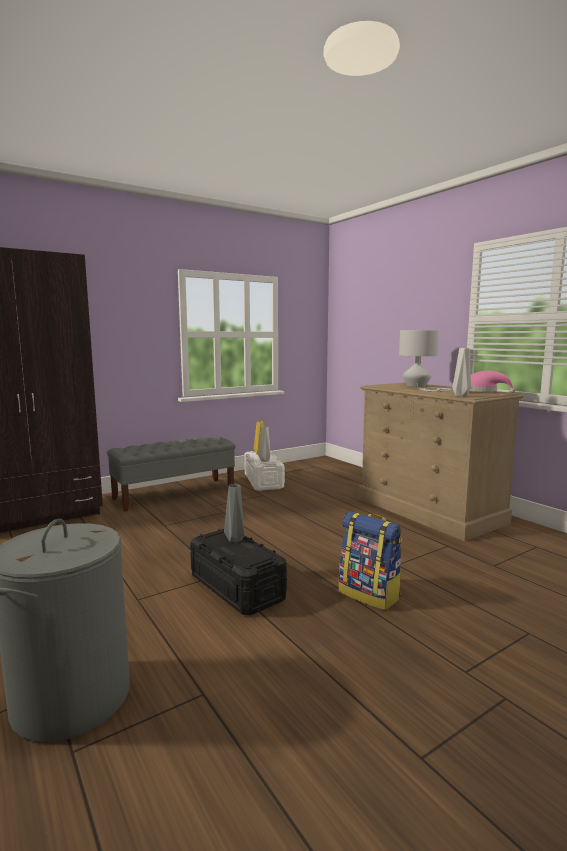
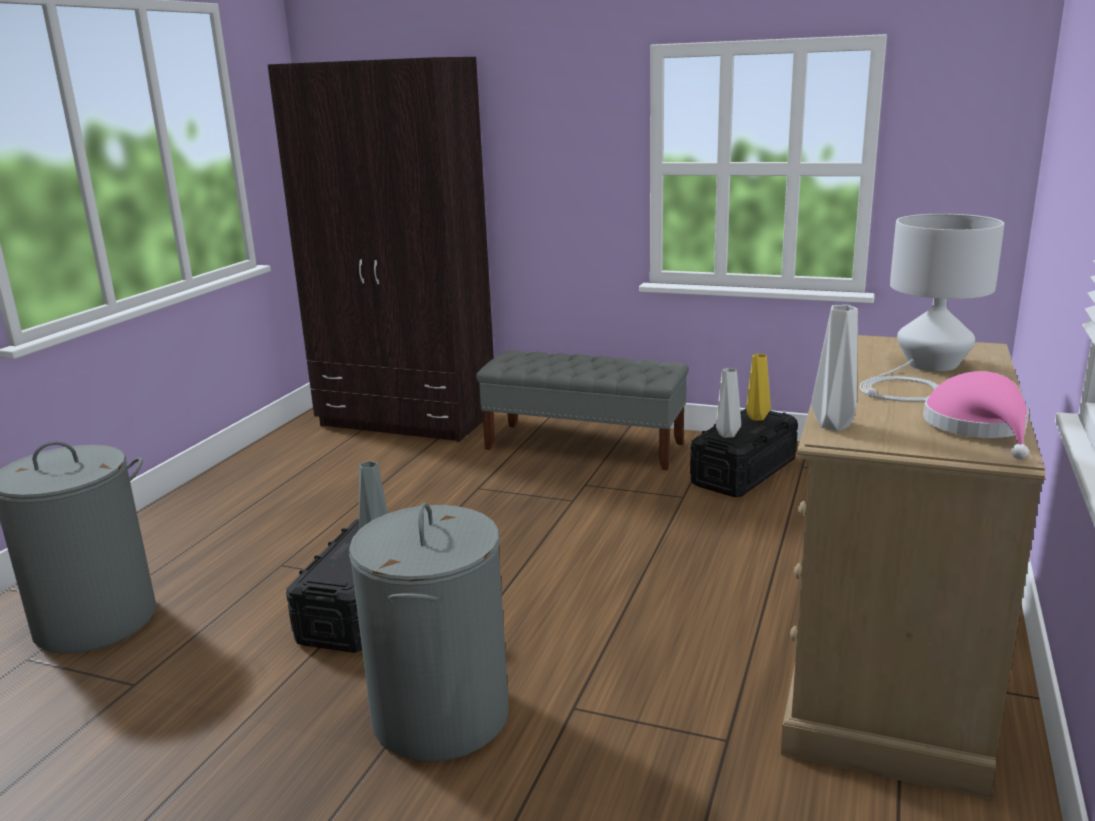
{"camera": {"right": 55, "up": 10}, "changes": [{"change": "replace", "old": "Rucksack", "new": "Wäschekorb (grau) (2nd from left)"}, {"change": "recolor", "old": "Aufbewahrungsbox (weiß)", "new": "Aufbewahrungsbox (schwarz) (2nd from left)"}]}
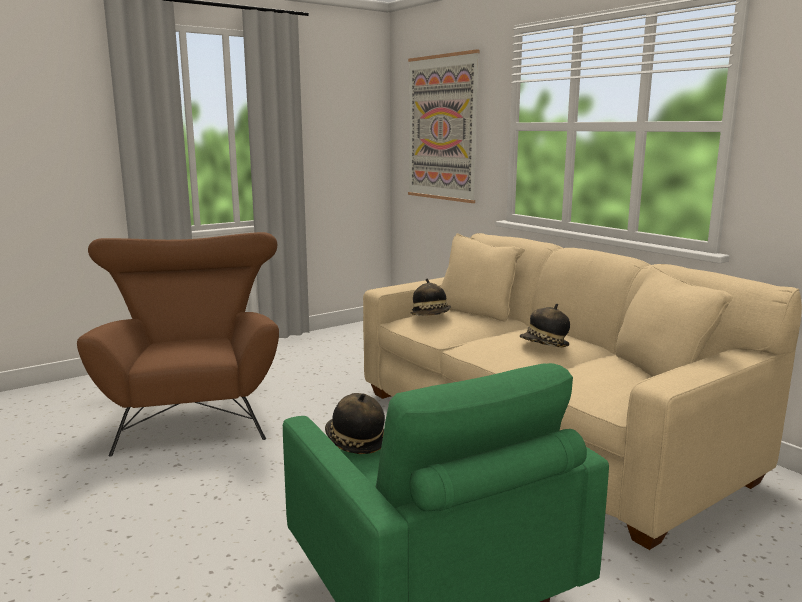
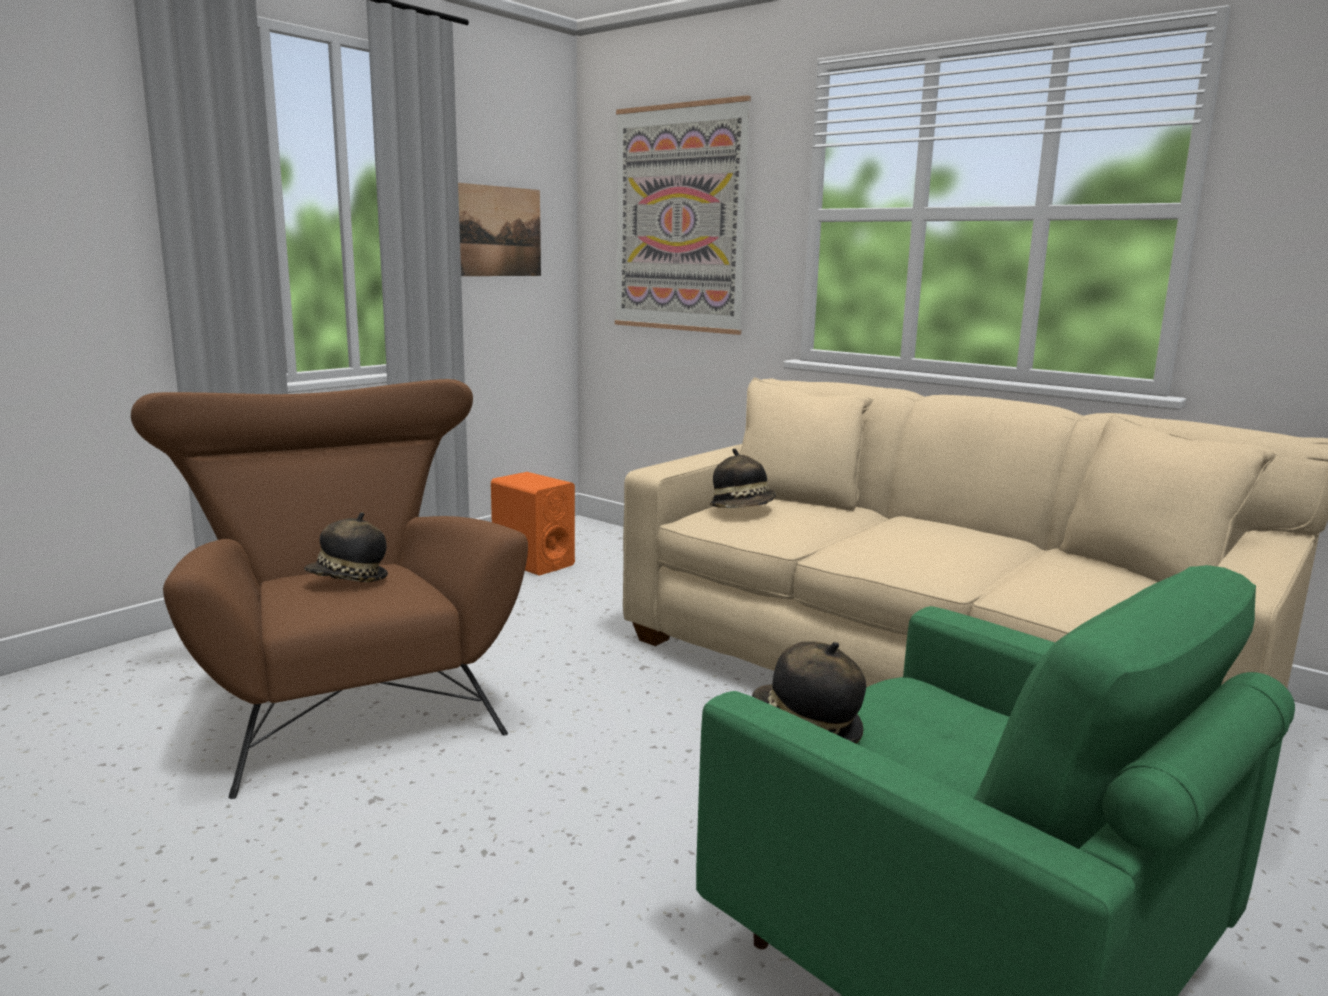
{"camera": {"right": -15, "up": 0}, "changes": [{"change": "insert", "new": "Bild (1st from left)"}, {"change": "insert", "new": "Lautsprecher (orange)"}, {"change": "move", "old": "Hut (3rd from left in the first image)", "new": "Hut (1st from left)"}]}
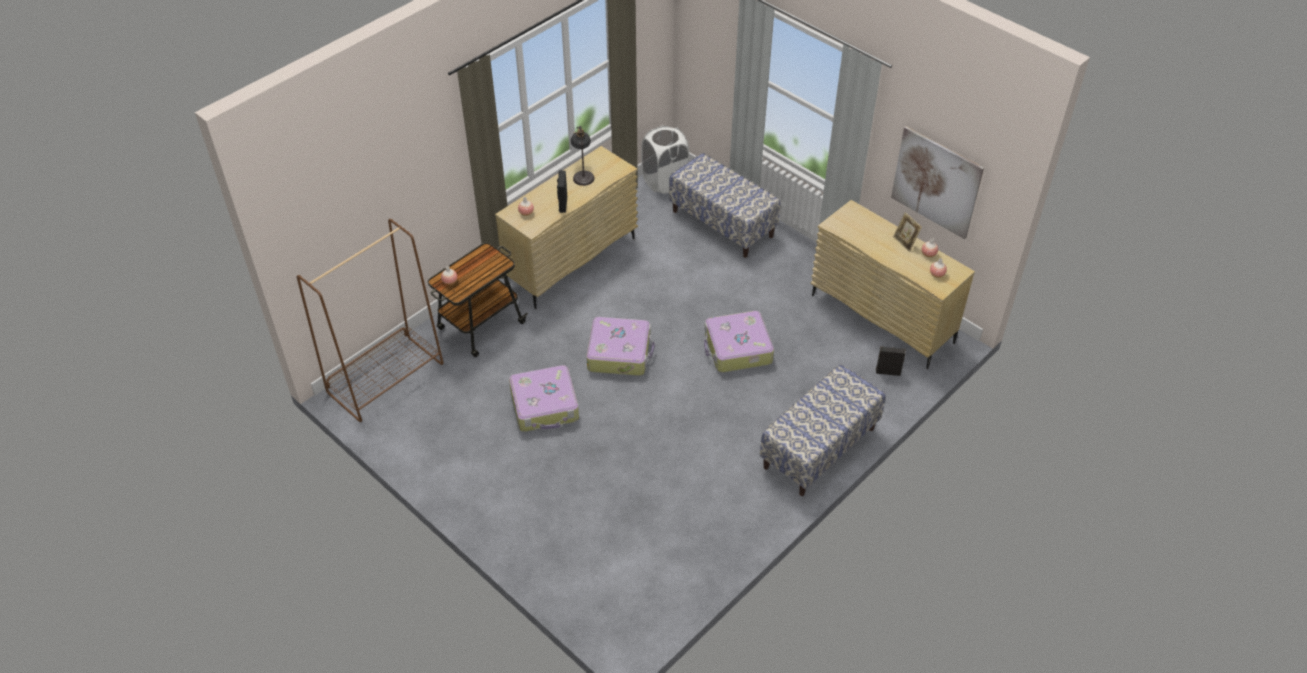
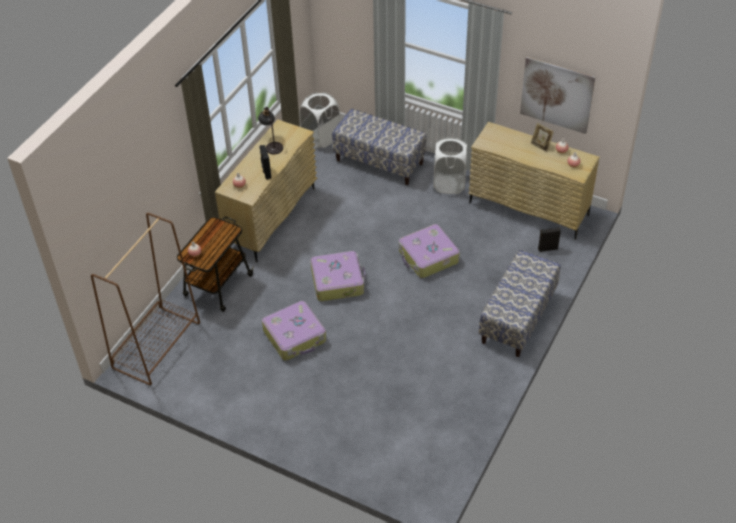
{"camera": {"right": -15, "up": 0}, "changes": [{"change": "insert", "new": "Wäschekorb (weiß) (2nd from left)"}]}
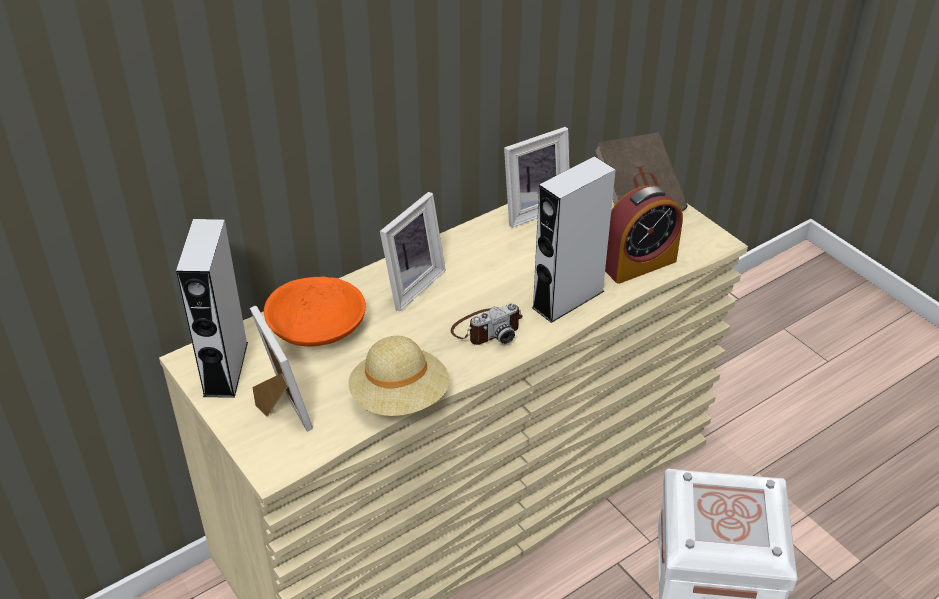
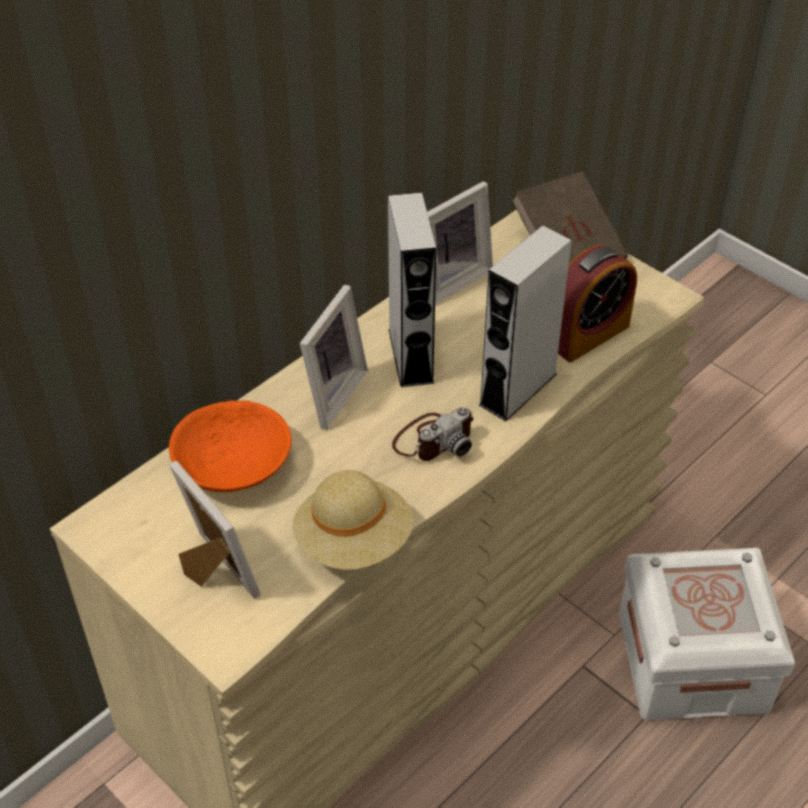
{"camera": {"right": -10, "up": 5}, "changes": [{"change": "move", "old": "Lautsprecher (grau) (1st from left)"}]}
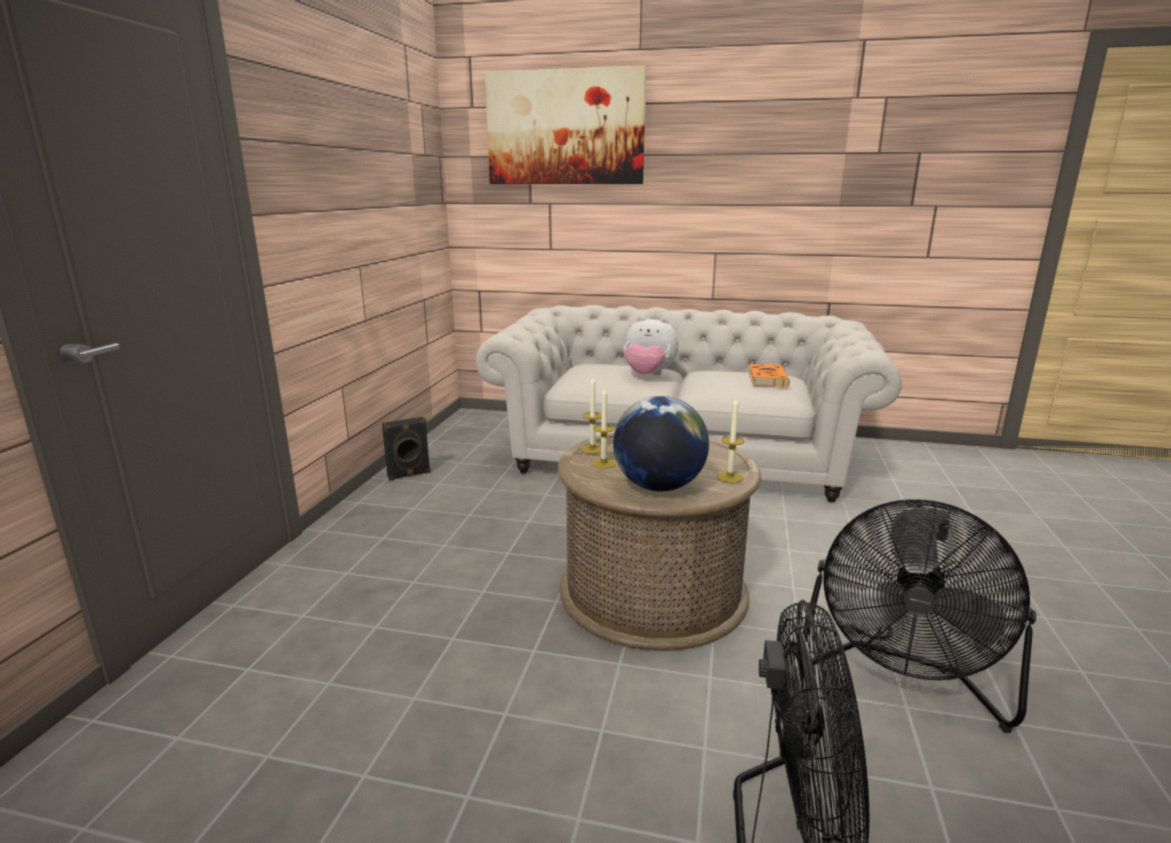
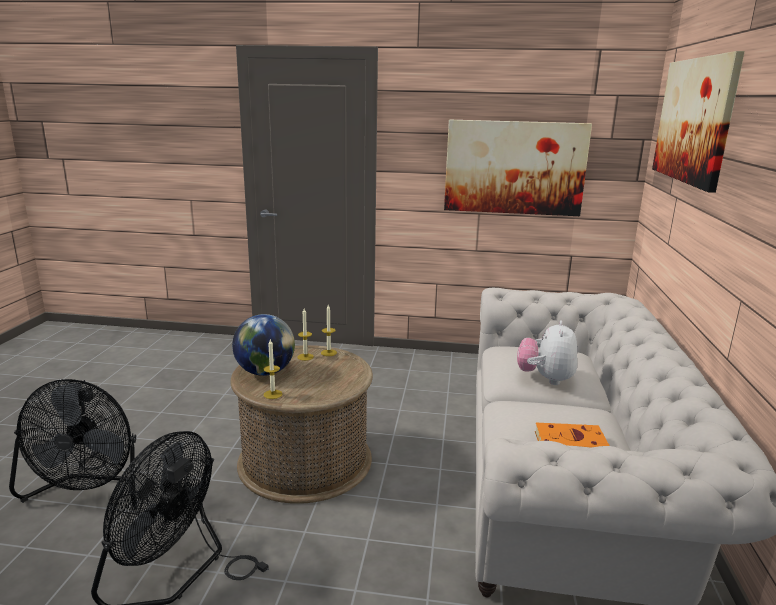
{"camera": {"right": 85, "up": 0}, "changes": [{"change": "delete", "old": "Lautsprecher (schwarz)"}, {"change": "insert", "new": "Bild (1st from left)"}]}
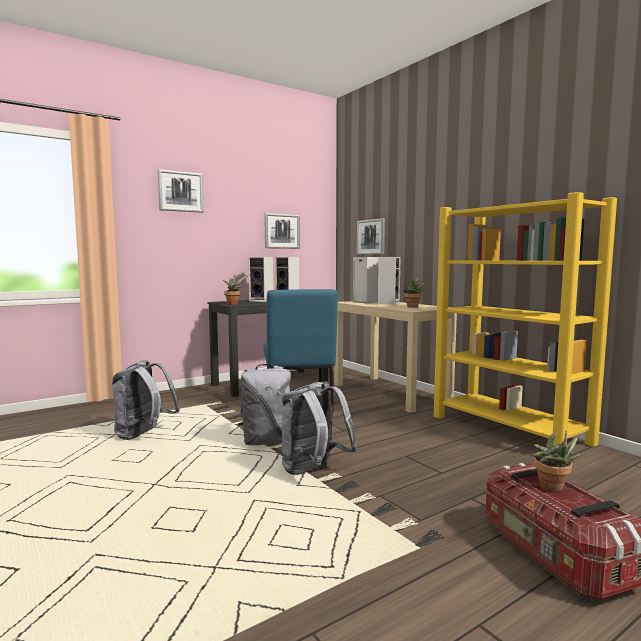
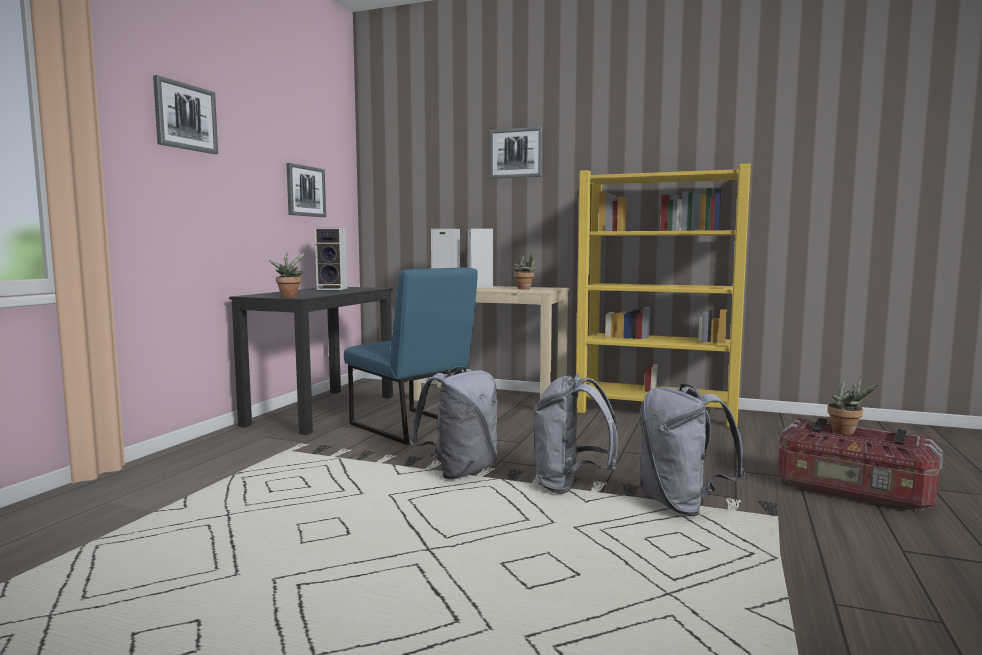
{"camera": {"right": -35, "up": 0}, "changes": [{"change": "delete", "old": "Lautsprecher (1st from left)"}, {"change": "move", "old": "Rucksack (grau) (1st from left in the first image)", "new": "Rucksack (grau) (3rd from left)"}, {"change": "move", "old": "Bild (3rd from left)"}]}
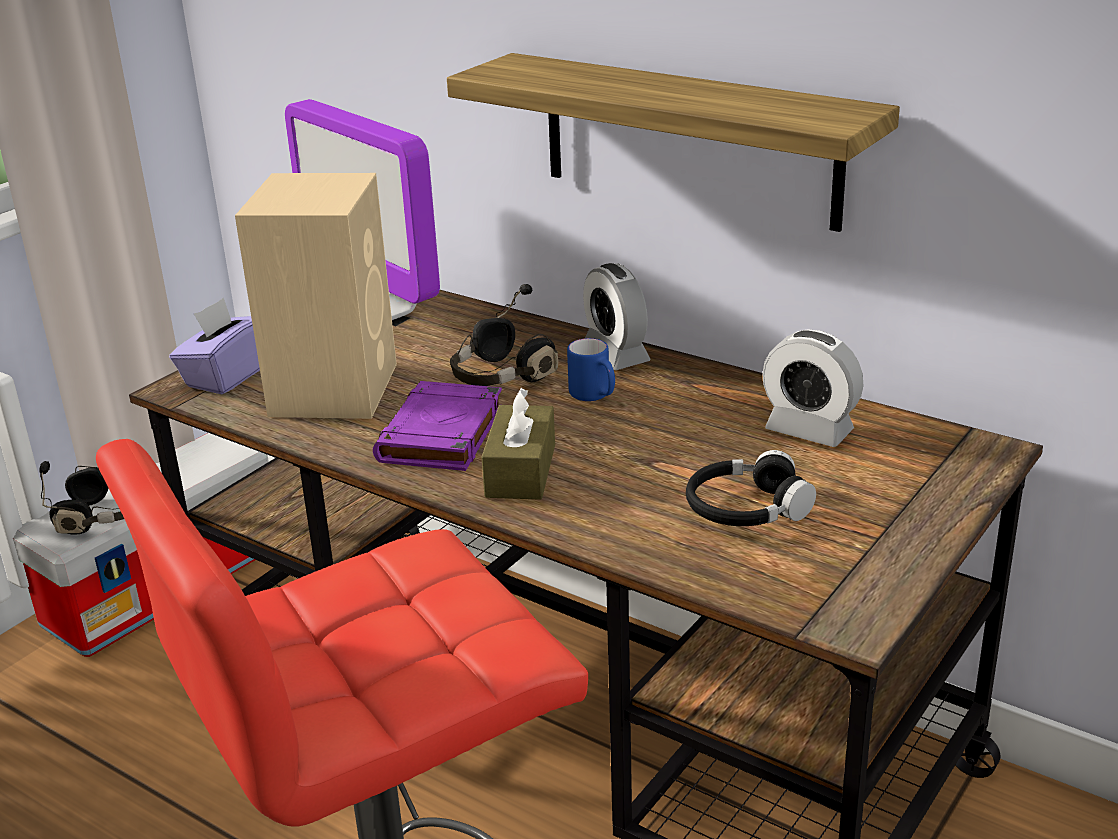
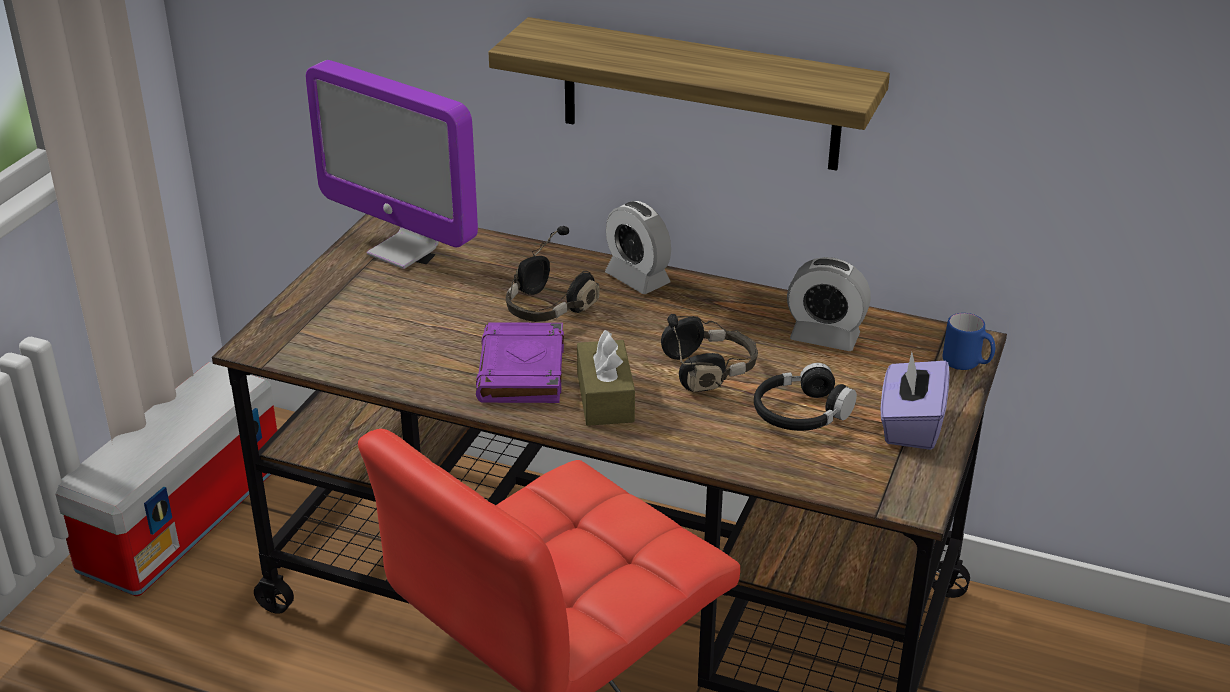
{"camera": {"right": -15, "up": 5}, "changes": [{"change": "delete", "old": "Lautsprecher (beige)"}, {"change": "move", "old": "Kopfhörer (schwarz) (1st from left in the first image)", "new": "Kopfhörer (schwarz) (2nd from left)"}, {"change": "move", "old": "Taschentuchbox (lila)"}, {"change": "move", "old": "Henkelbecher (blau)"}]}
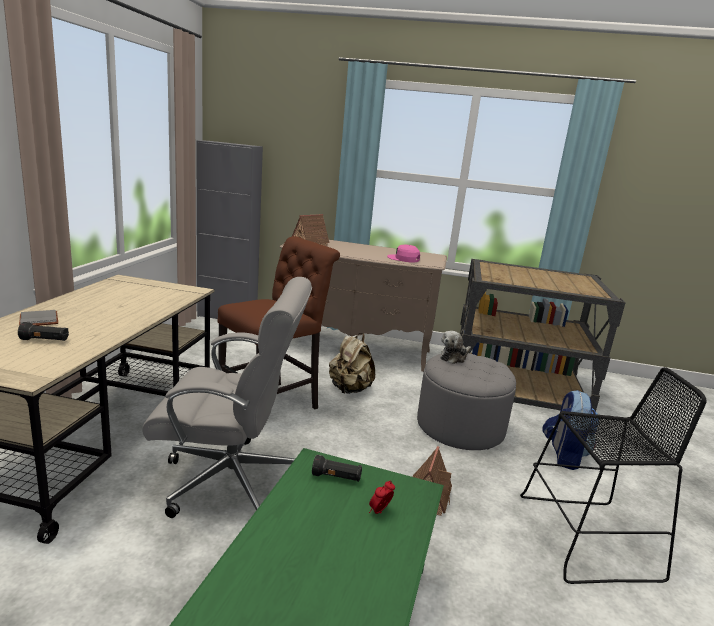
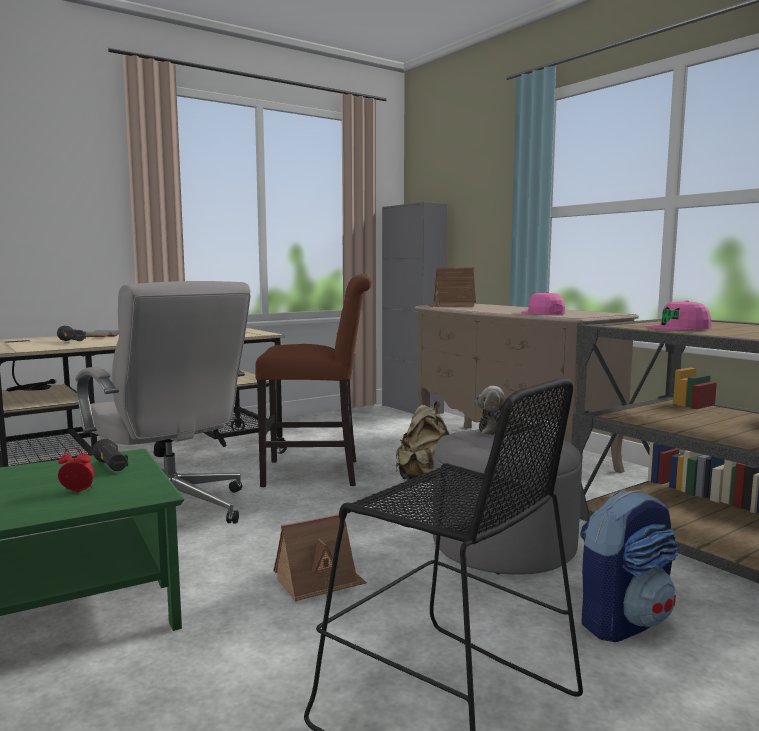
{"camera": {"right": 45, "up": -10}, "changes": [{"change": "insert", "new": "Kappe (rosa) (2nd from left)"}]}
